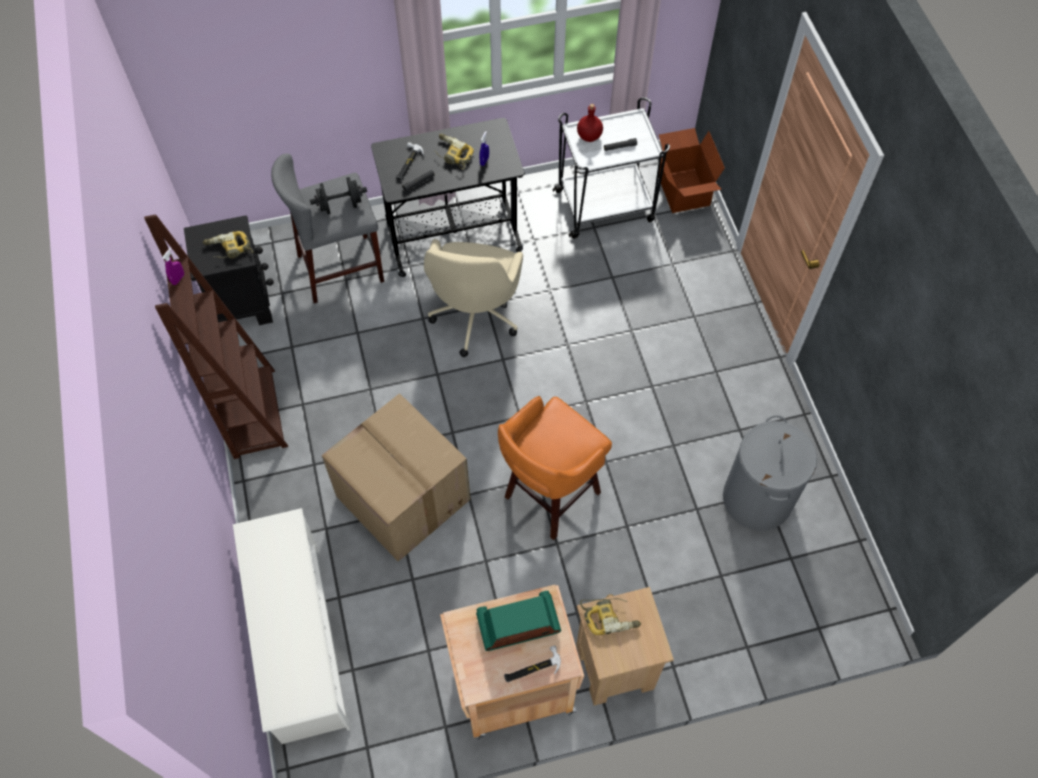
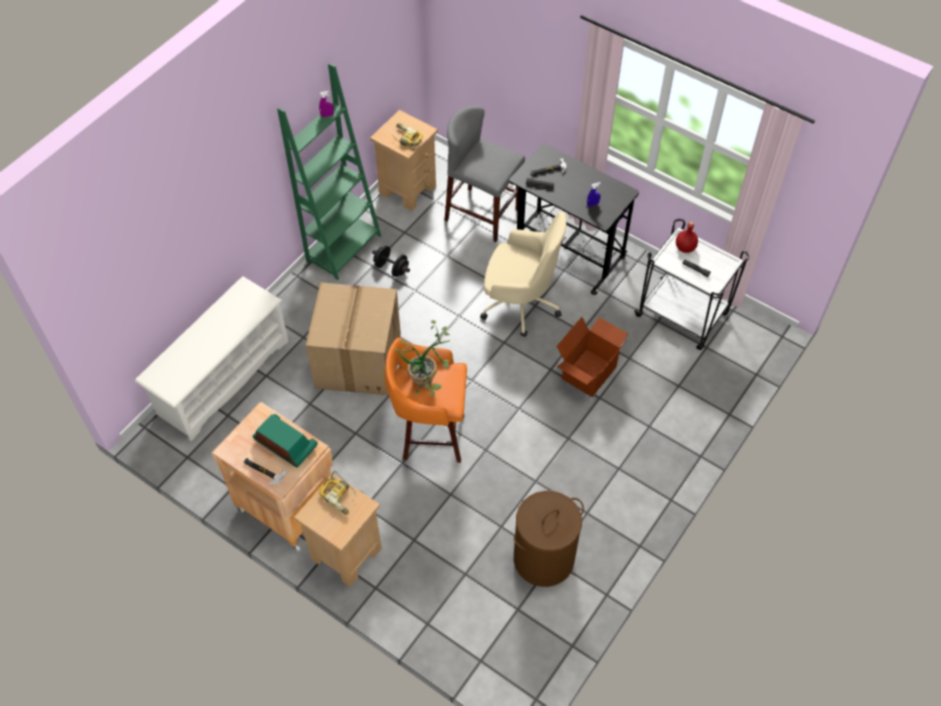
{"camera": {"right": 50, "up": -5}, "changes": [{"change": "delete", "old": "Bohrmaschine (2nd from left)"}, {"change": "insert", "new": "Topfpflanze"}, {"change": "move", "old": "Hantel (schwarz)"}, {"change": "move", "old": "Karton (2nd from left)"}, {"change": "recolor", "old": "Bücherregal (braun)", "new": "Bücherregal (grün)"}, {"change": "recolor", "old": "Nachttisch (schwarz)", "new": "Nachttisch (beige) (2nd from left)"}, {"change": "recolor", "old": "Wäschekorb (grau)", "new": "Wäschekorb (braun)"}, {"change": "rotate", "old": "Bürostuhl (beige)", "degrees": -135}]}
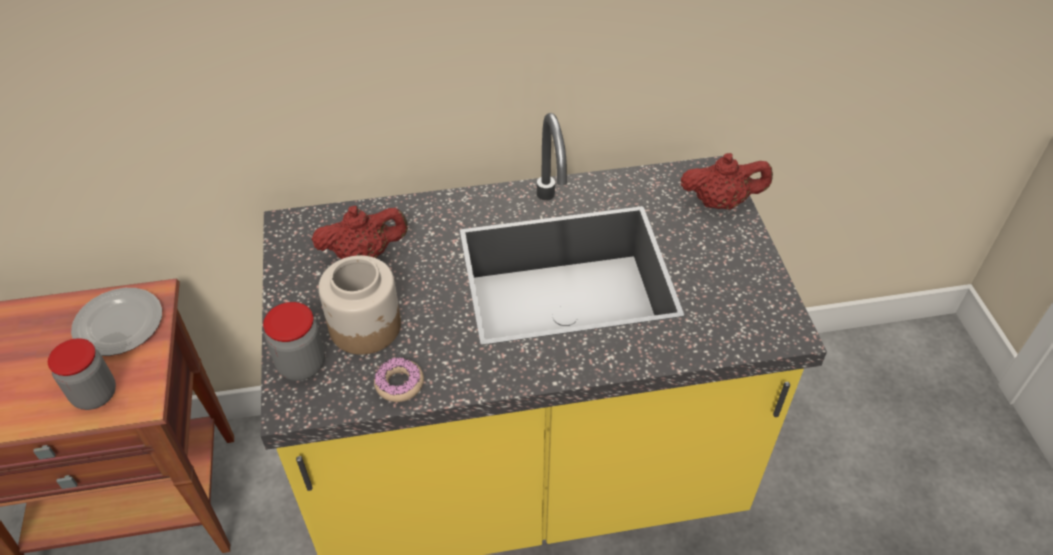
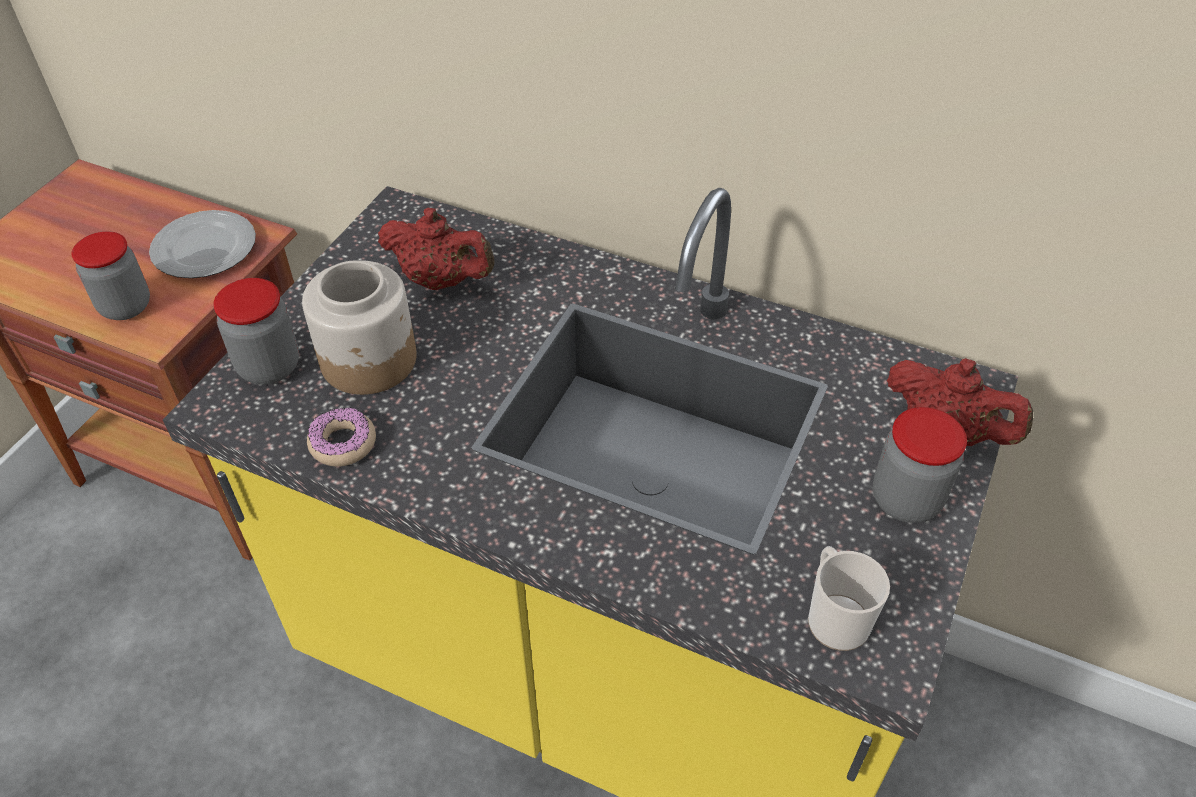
{"camera": {"right": 35, "up": 0}, "changes": [{"change": "insert", "new": "Henkelbecher"}, {"change": "insert", "new": "Vorratsglas (4th from left)"}]}
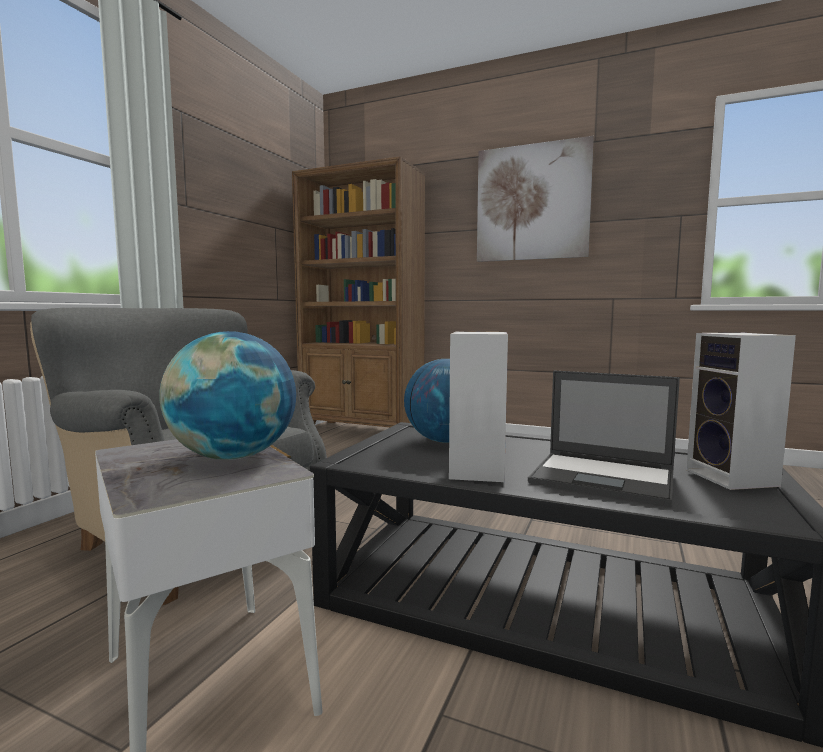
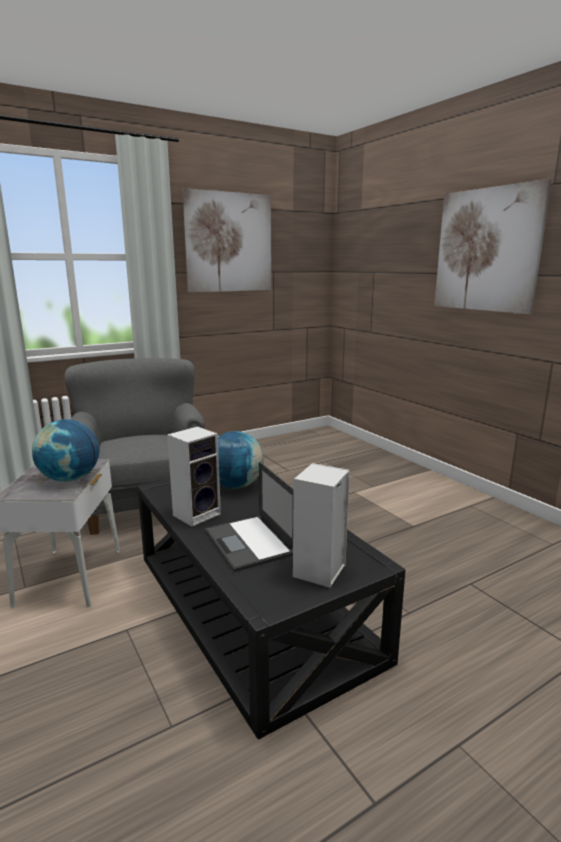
{"camera": {"right": 35, "up": 10}, "changes": [{"change": "delete", "old": "Bücherregal (braun)"}, {"change": "insert", "new": "Bild (1st from left)"}]}
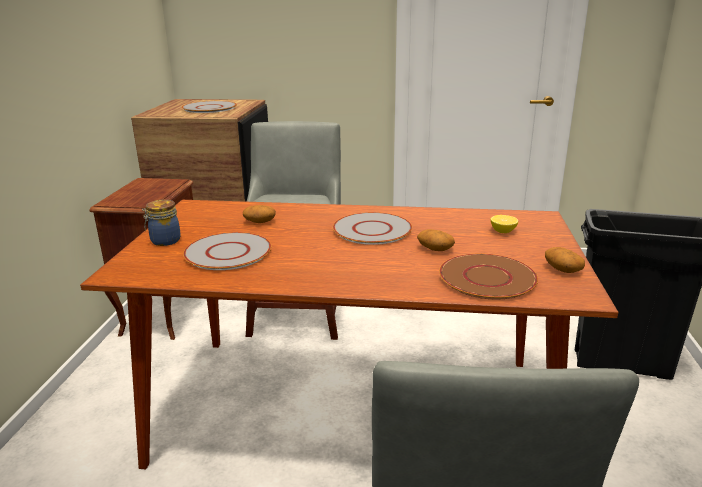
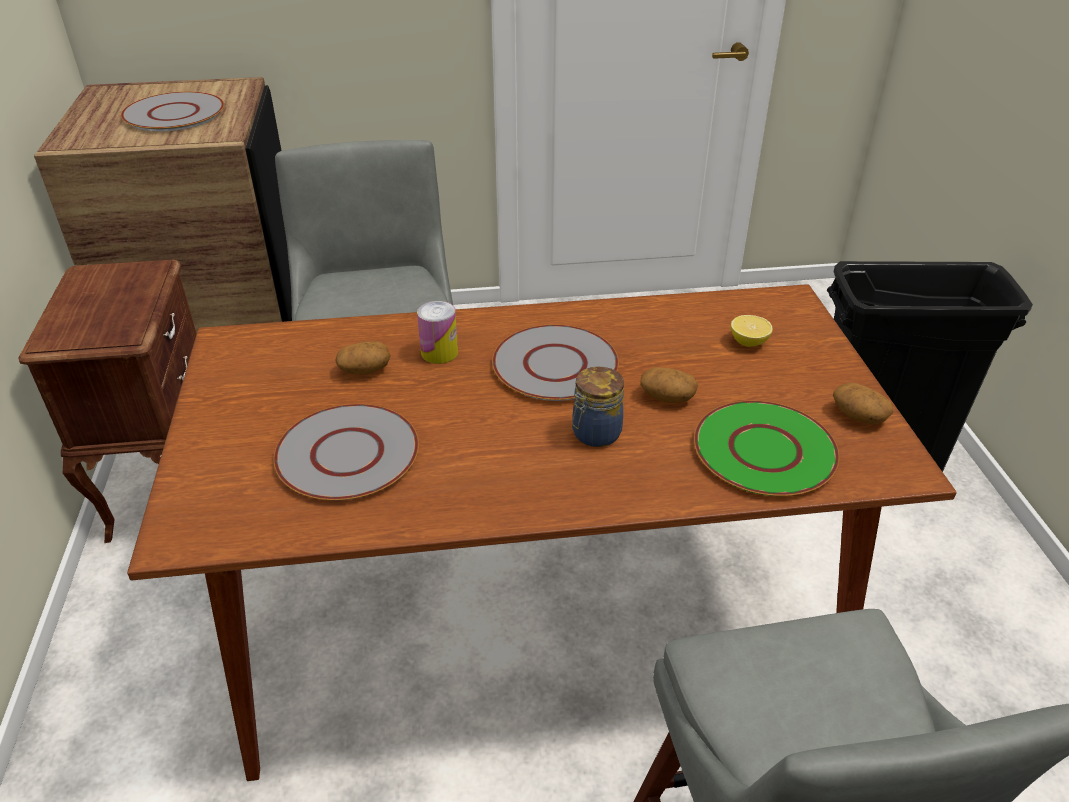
{"camera": {"right": -15, "up": 15}, "changes": [{"change": "insert", "new": "Dose"}, {"change": "move", "old": "Vorratsglas"}, {"change": "recolor", "old": "Teller (braun)", "new": "Teller (grün)"}]}
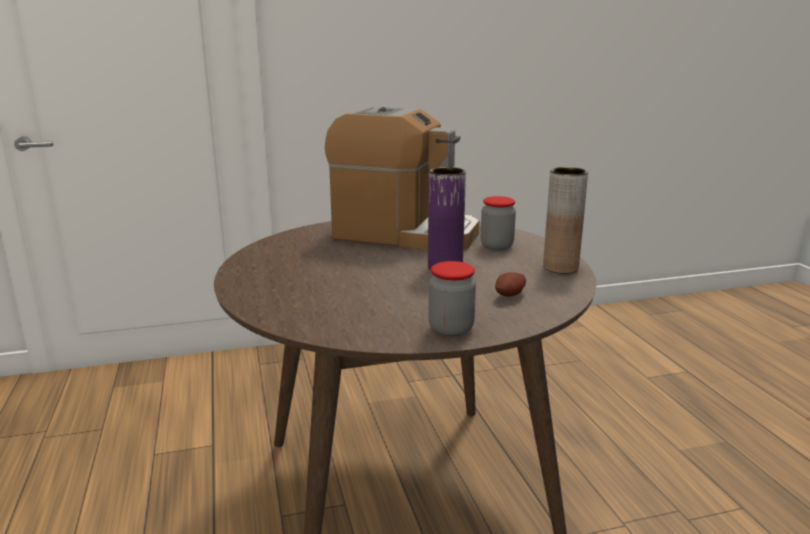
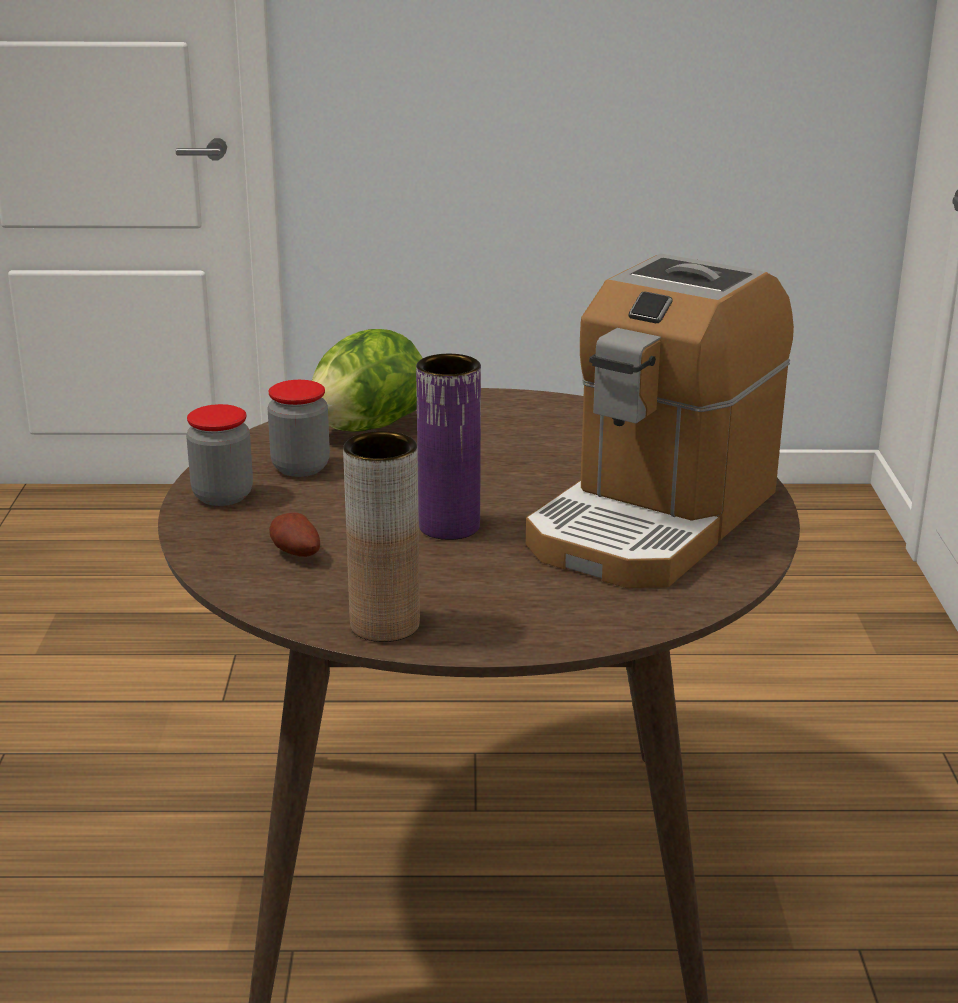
{"camera": {"right": 105, "up": 5}, "changes": [{"change": "insert", "new": "Salatkopf"}, {"change": "move", "old": "Vorratsglas (2nd from left)"}]}
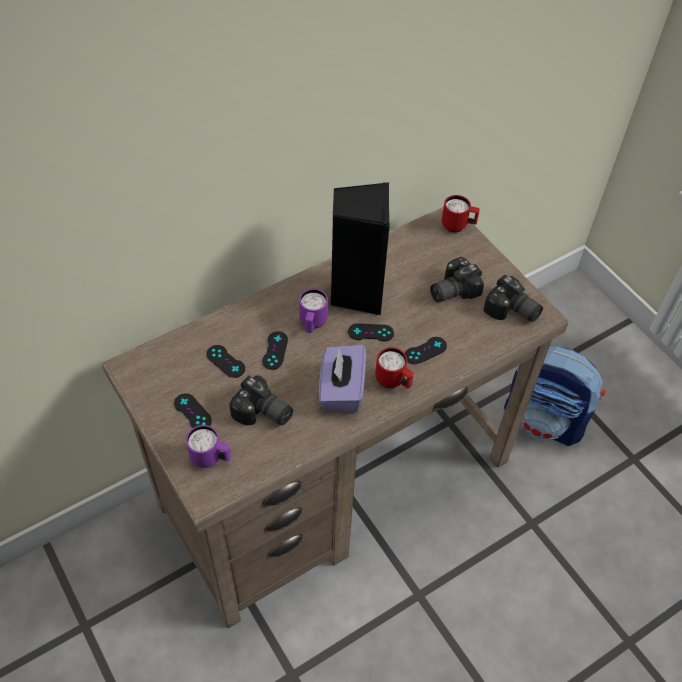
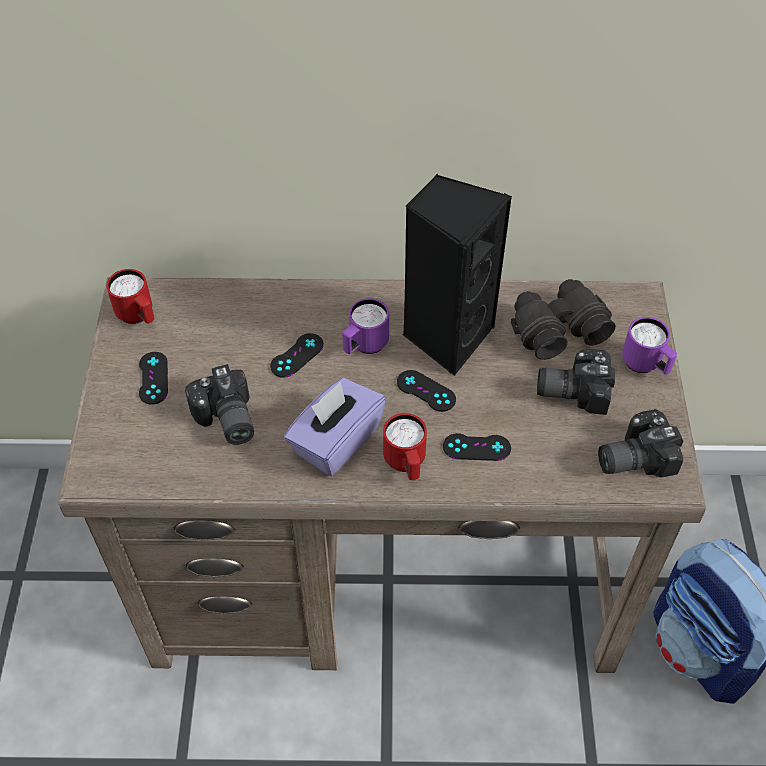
{"camera": {"right": 35, "up": 0}, "changes": [{"change": "delete", "old": "Gamepad (schwarz) (2nd from left)"}, {"change": "insert", "new": "Fernglas (schwarz)"}, {"change": "move", "old": "Henkelbecher (lila) (1st from left in the first image)", "new": "Henkelbecher (lila) (2nd from left)"}, {"change": "move", "old": "Henkelbecher (rot) (2nd from left in the first image)", "new": "Henkelbecher (rot) (1st from left)"}, {"change": "rotate", "old": "Kamera (3rd from left)", "degrees": 90}]}
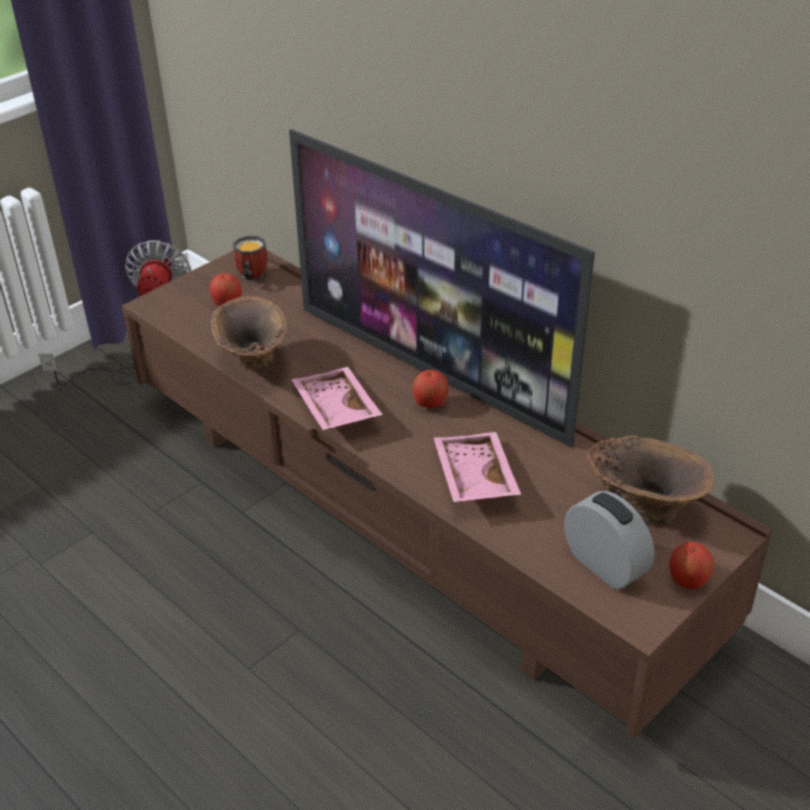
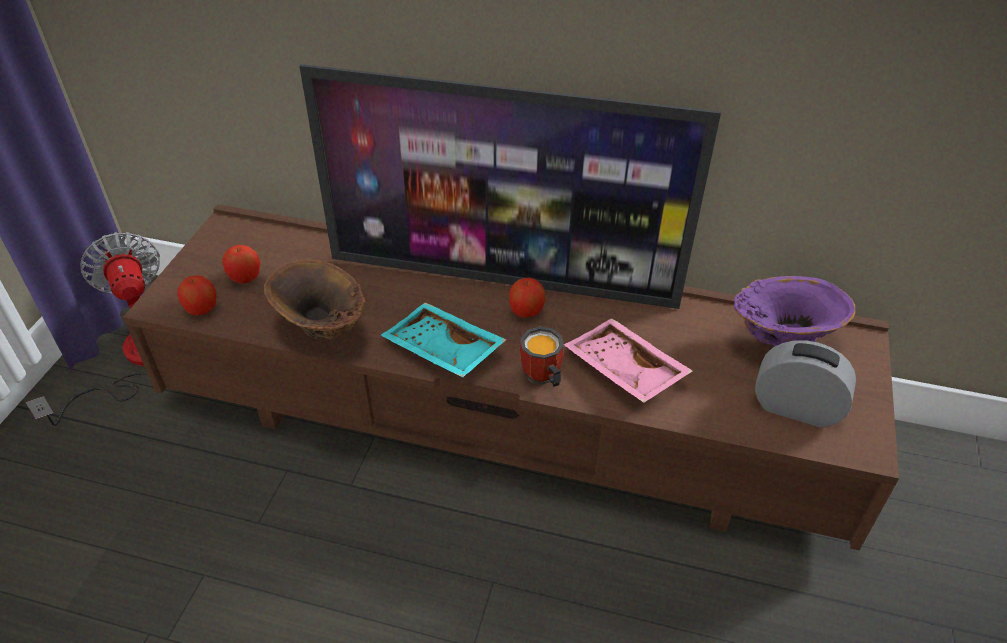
{"camera": {"right": -30, "up": 5}, "changes": [{"change": "move", "old": "Henkelbecher"}, {"change": "move", "old": "Apfel (3rd from left in the first image)", "new": "Apfel (1st from left)"}, {"change": "recolor", "old": "Tablett (rosa) (1st from left)", "new": "Tablett (türkis)"}, {"change": "recolor", "old": "Vase (braun) (2nd from left)", "new": "Vase (lila)"}]}
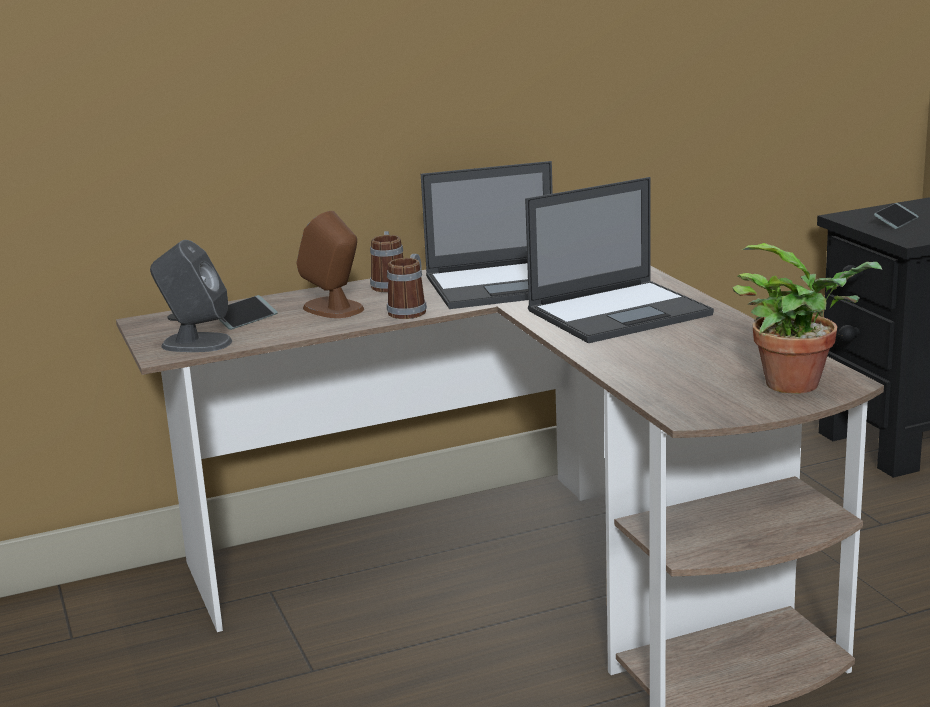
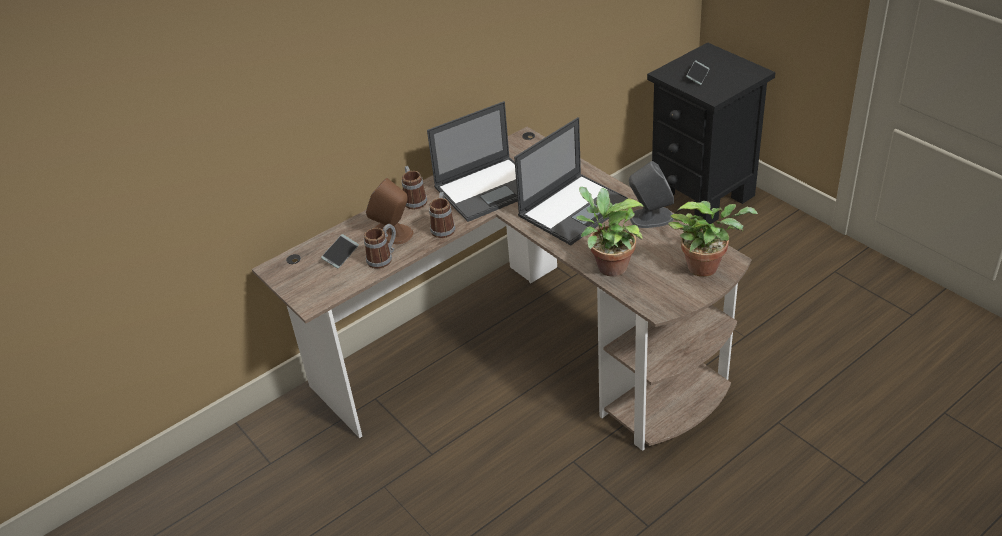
{"camera": {"right": -15, "up": 20}, "changes": [{"change": "insert", "new": "Henkelbecher (1st from left)"}, {"change": "insert", "new": "Topfpflanze (1st from left)"}, {"change": "move", "old": "Lautsprecher (grau)"}]}
